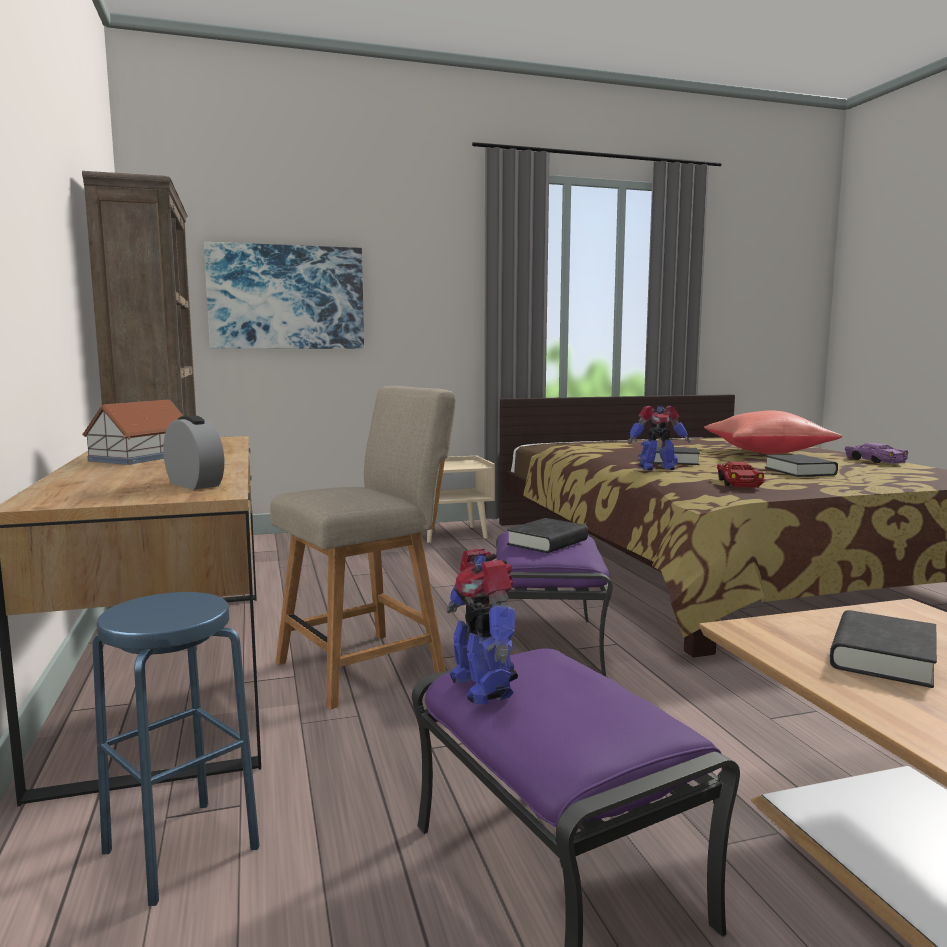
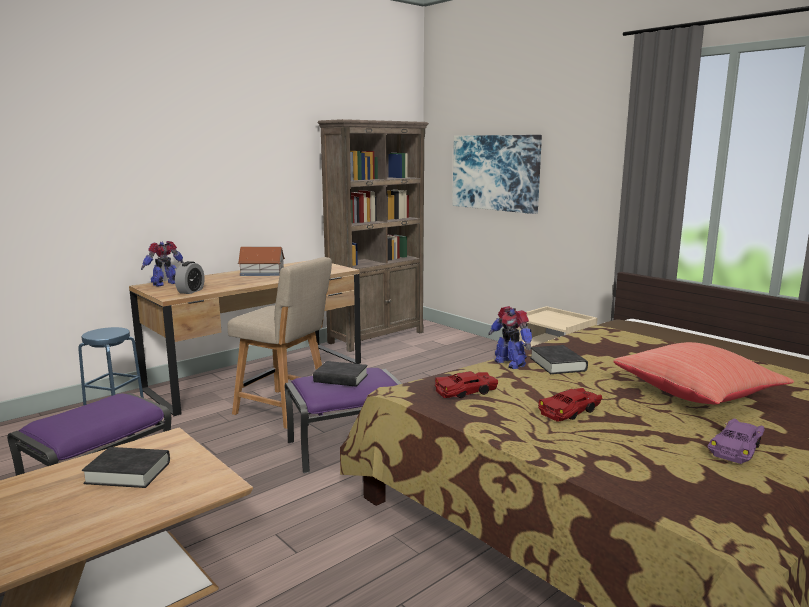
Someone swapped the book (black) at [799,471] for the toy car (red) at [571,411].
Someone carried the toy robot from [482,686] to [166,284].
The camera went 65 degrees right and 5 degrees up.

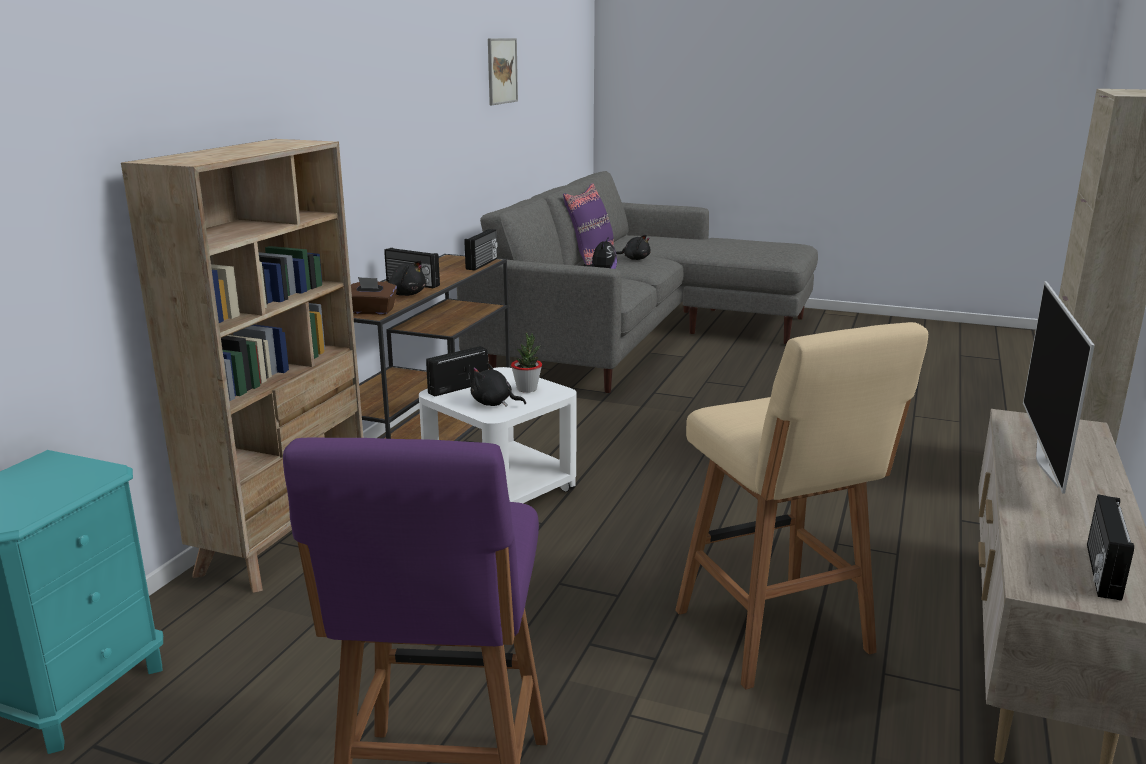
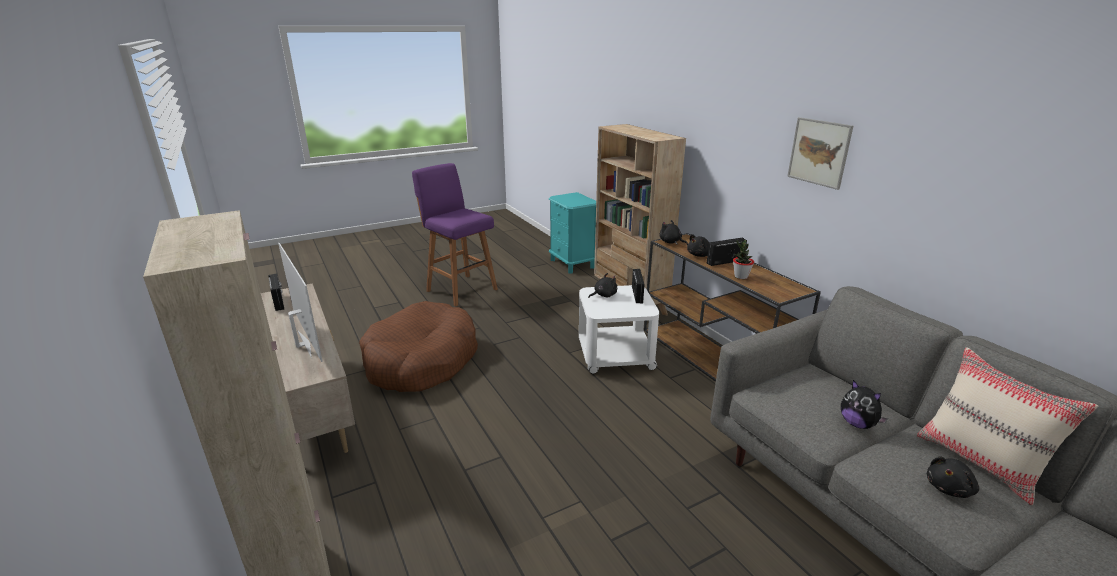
Someone carried the picture from [502,71] to [819,152].
Someone repainted the pillow (purple) at [590,258], which became the pillow (beige) at [980,462].
Someone took away the radio at [482,264].
Someone swapped the tissue box (brown) at [371,311] for the plush toy (black) at [671,242].
Someone swapped the stool (beige) at [776,635] for the dog bed (brown) at [421,361].
Someone carried the potted plant from [527,389] to [741,276].
The camera went 130 degrees right and 5 degrees up.

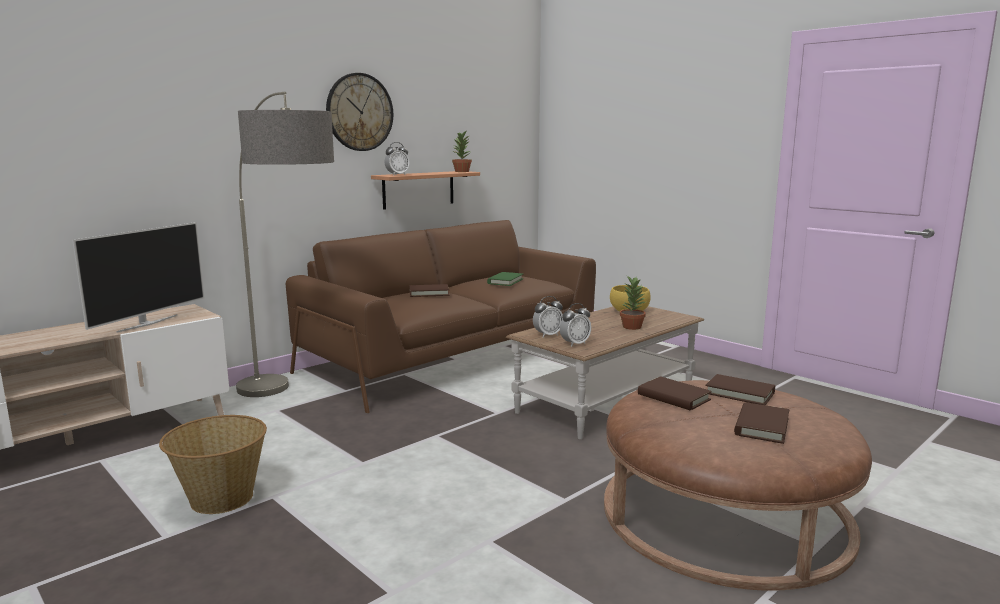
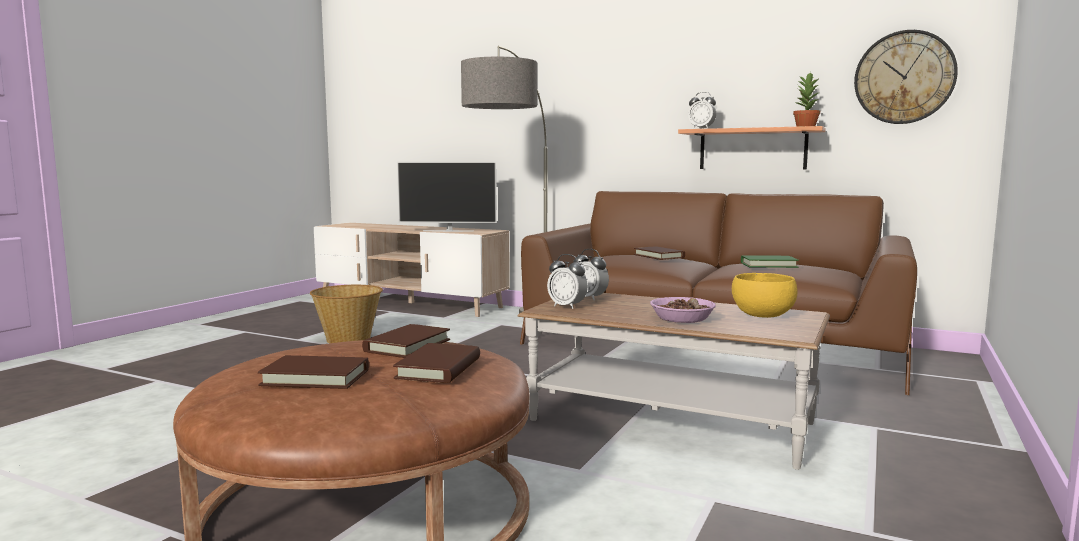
Someone carried the wall clock from [359,112] to [904,77].
Someone swapped the potted plant at [631,327] for the bowl at [682,318].
The camera went 70 degrees right and 5 degrees down.

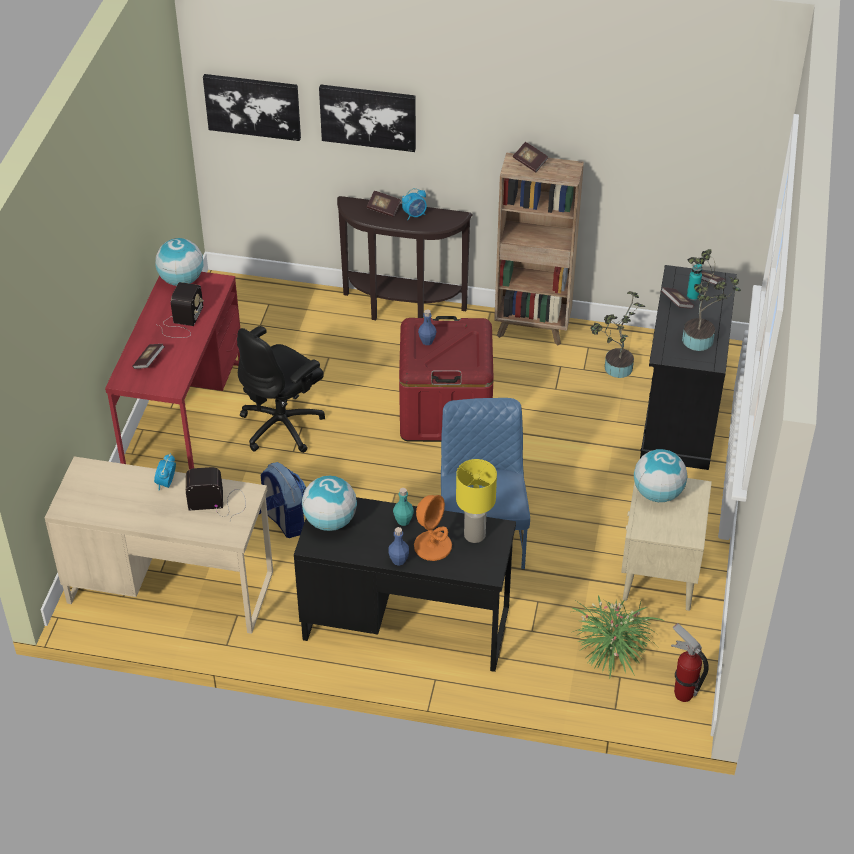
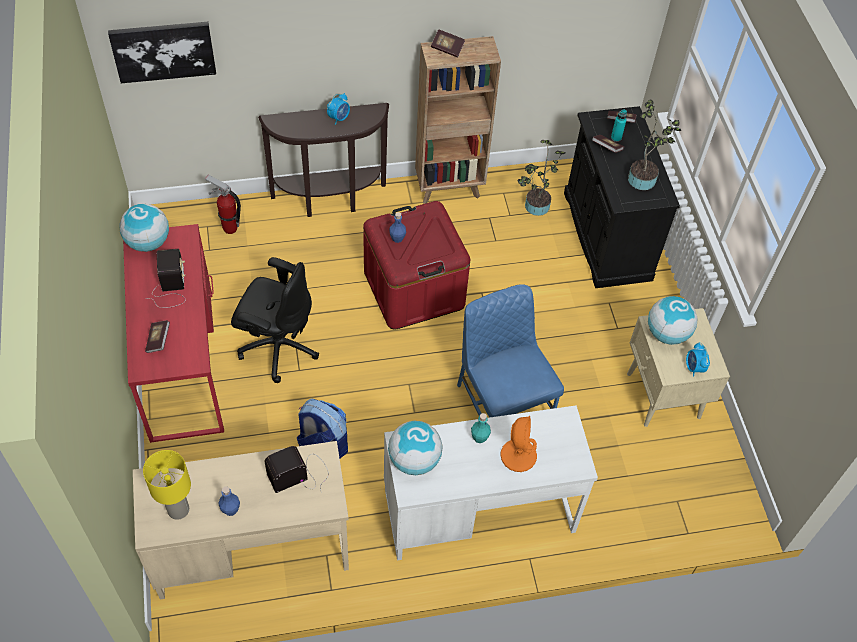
Someone took away the picture at [368,116].
Someone took away the book at [383,209].
Someone rotated the office chair (black) at [283,426] by 90 degrees counterclockwise.
Someone carried the alarm clock from [166,483] to [694,368].
Someone carried the table lamp (yellow) from [475,535] to [179,509].
Someone repainted the desk (black) at [406,622], which became the desk (white) at [478,510].
Someone carried the bottle (blue) from [398,560] to [230,510].
Someone took away the potted plant at [612,647].
Someone carried the fire extinguisher from [683,694] to [229,228].
The camera went 25 degrees left and 10 degrees up.

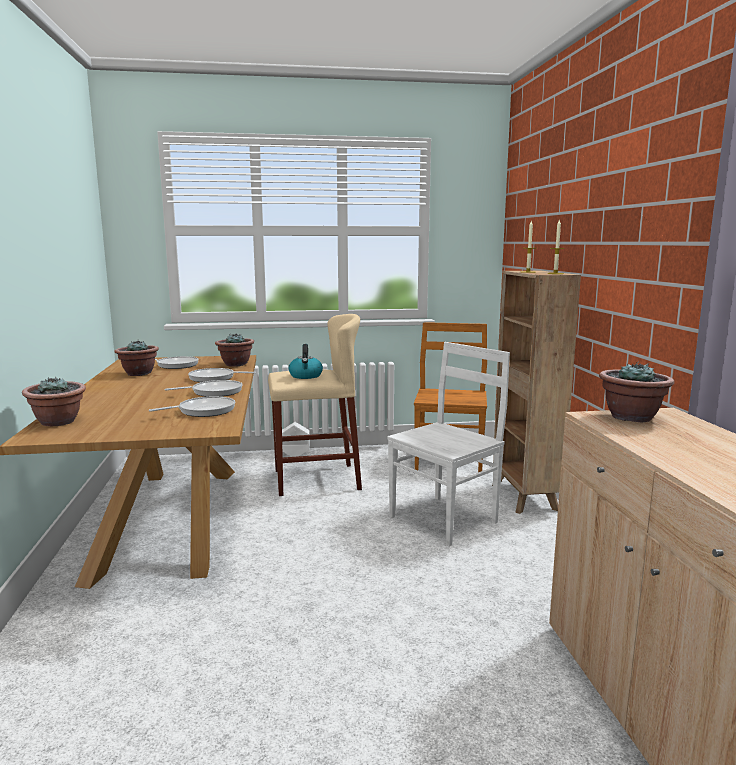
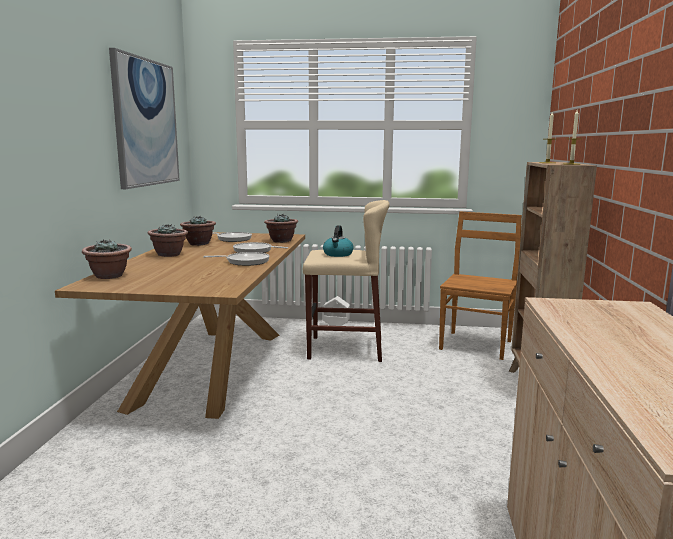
Someone took away the chair (white) at [445,519].
Someone carried the potted plant from [631,417] to [169,255].
Someone took away the frying pan at [203,411].
Someone put up the picture at [146,123].
The camera went 15 degrees right and 0 degrees up.

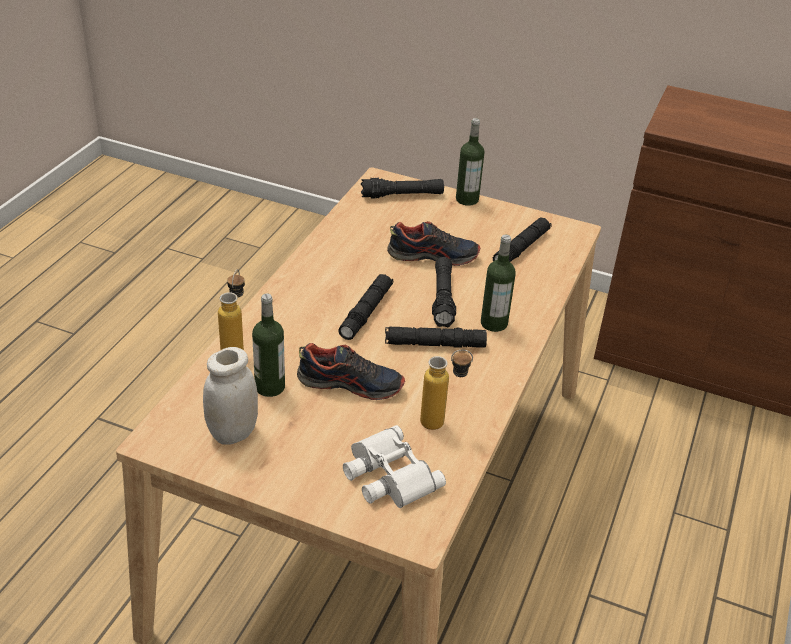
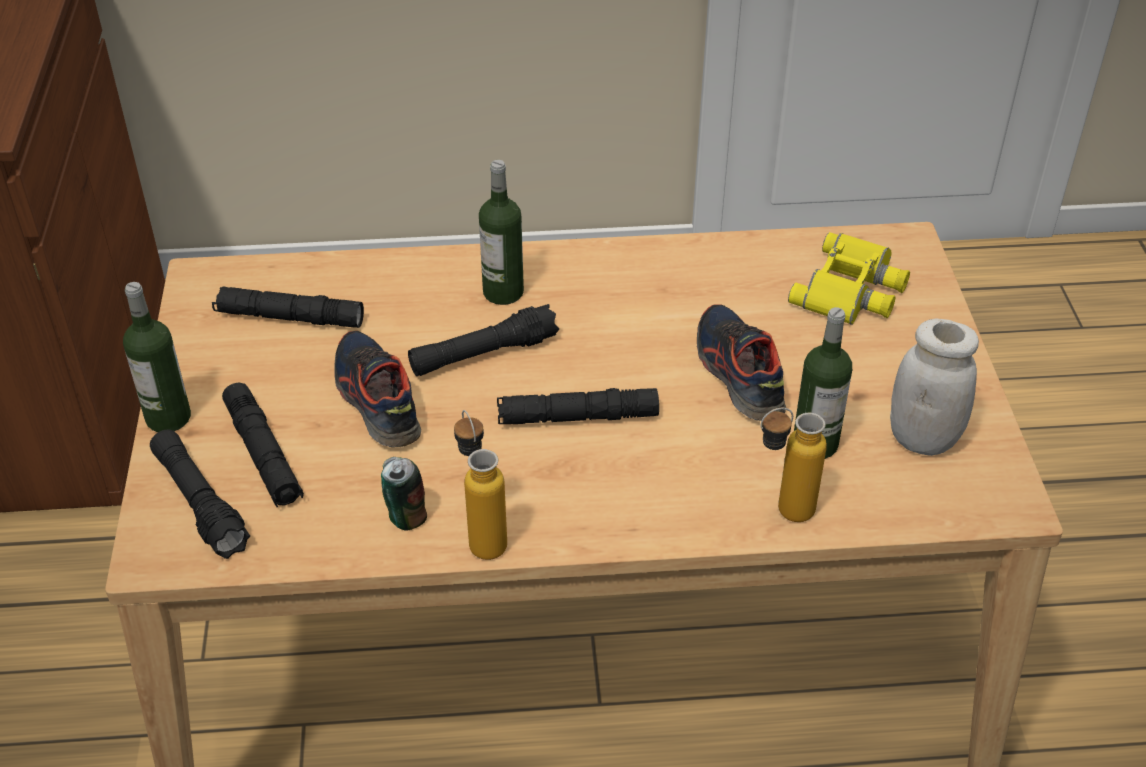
Someone carried the flashlight (black) from [434,344] to [263,454].
Someone carried the bottle from [442,423] to [482,535].
Someone repainted the binoculars (white) at [387,475], which became the binoculars (yellow) at [852,290].
Someone put down the can at [405,517].
The camera went 115 degrees left and 5 degrees up.

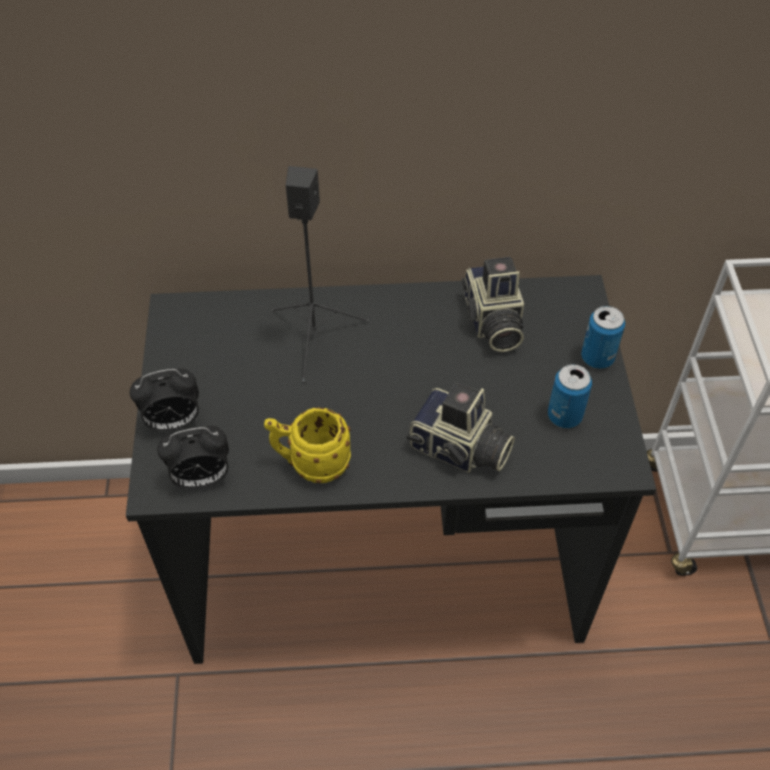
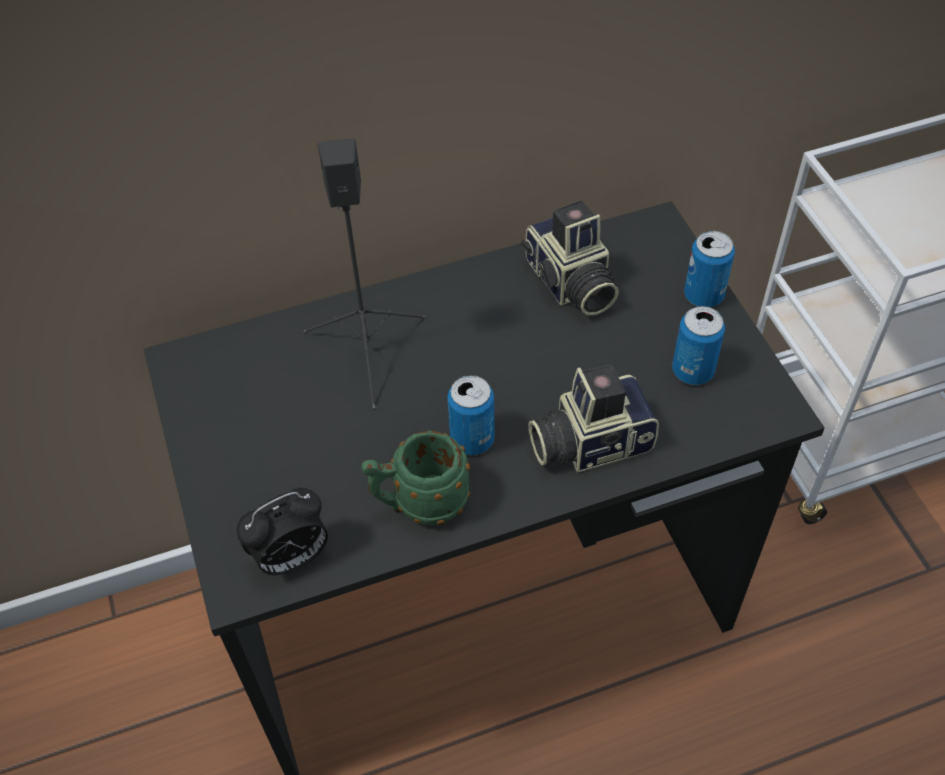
Someone took away the alarm clock at [173,422].
Someone rotated the photo camera at [459,450] by 150 degrees clockwise.
Someone repainted the mug (yellow) at [311,464], which became the mug (green) at [419,504].
Someone put down the can at [472,439].
The camera went 15 degrees left and 0 degrees up.

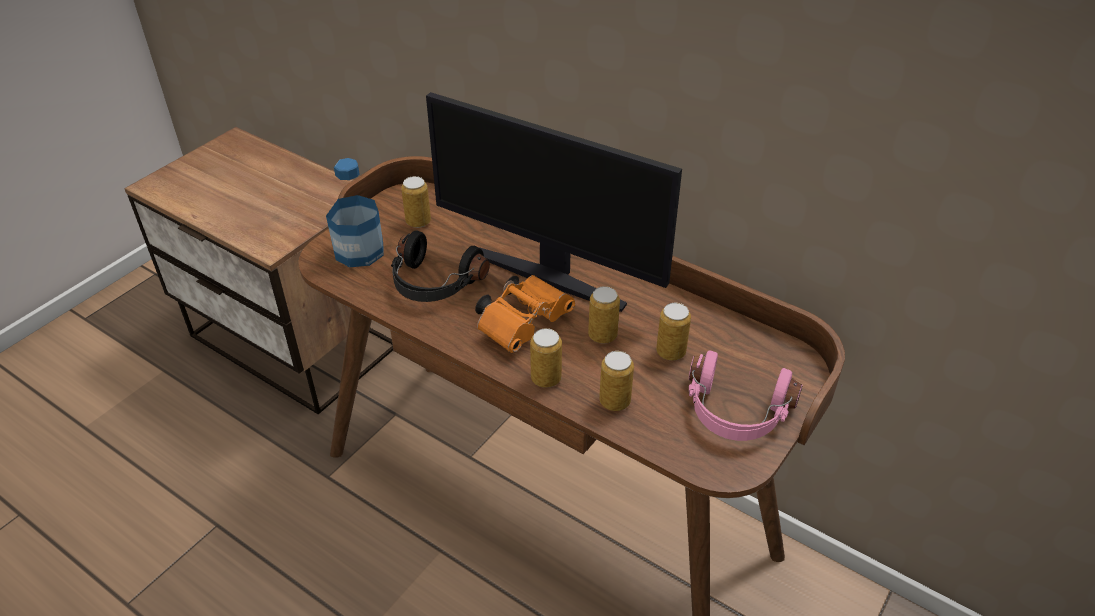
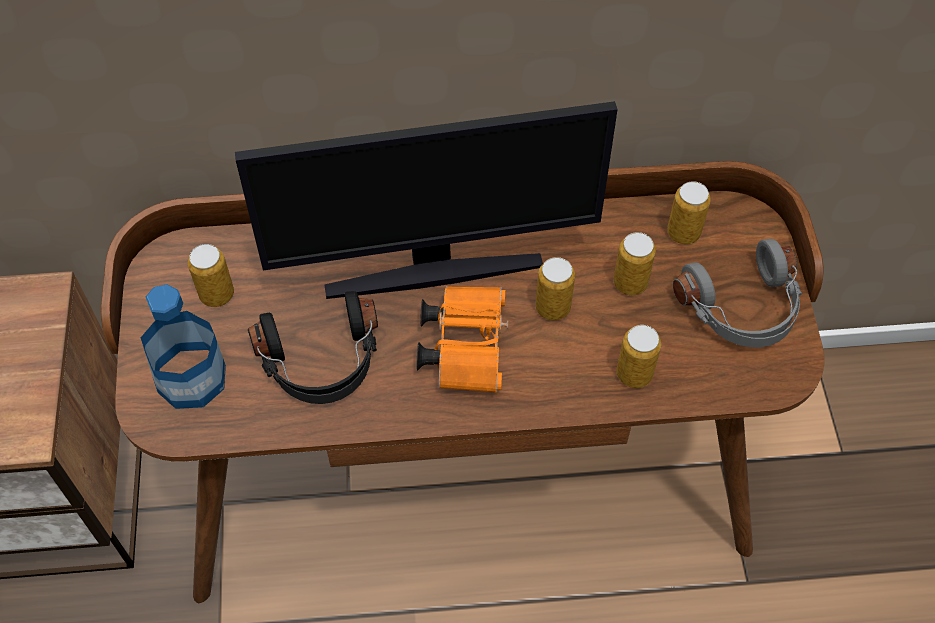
Someone carried the can from [546,378] to [683,233].
Someone repainted the headphones (pink) at [736,413], which became the headphones (grey) at [742,310].
The camera went 40 degrees left and 15 degrees up.

